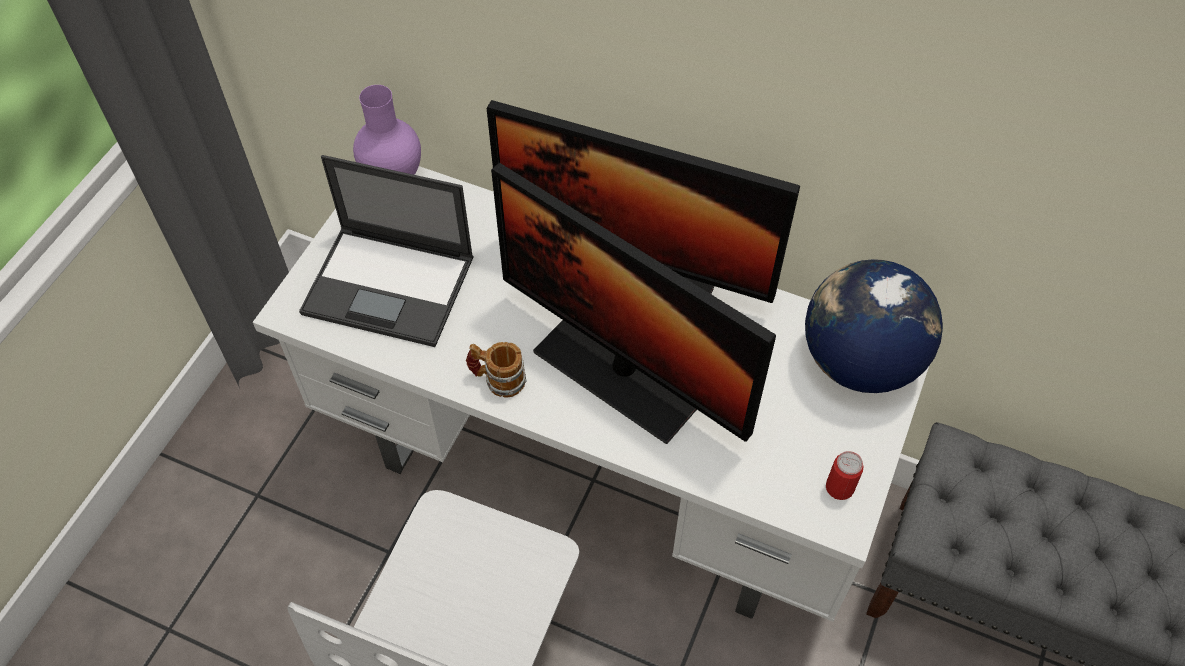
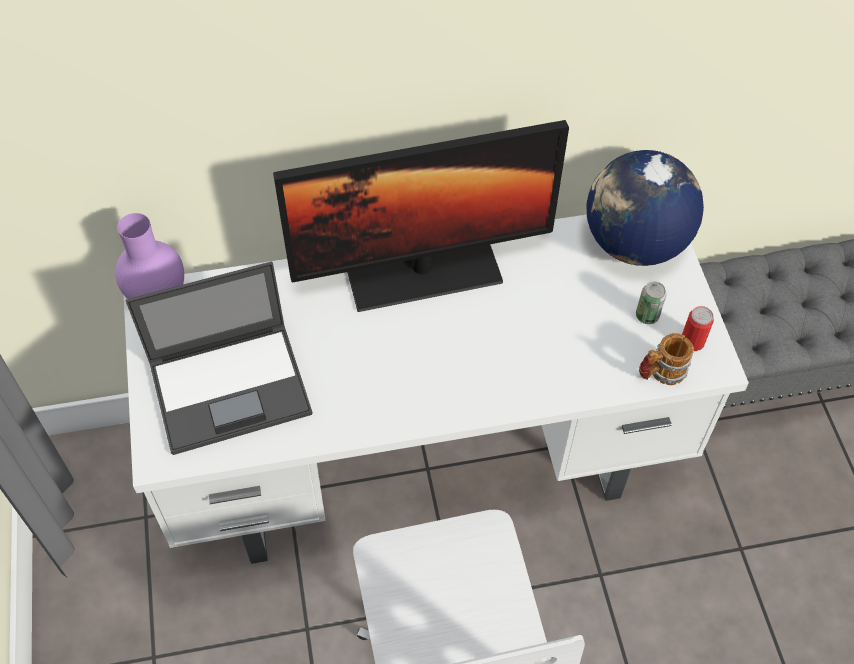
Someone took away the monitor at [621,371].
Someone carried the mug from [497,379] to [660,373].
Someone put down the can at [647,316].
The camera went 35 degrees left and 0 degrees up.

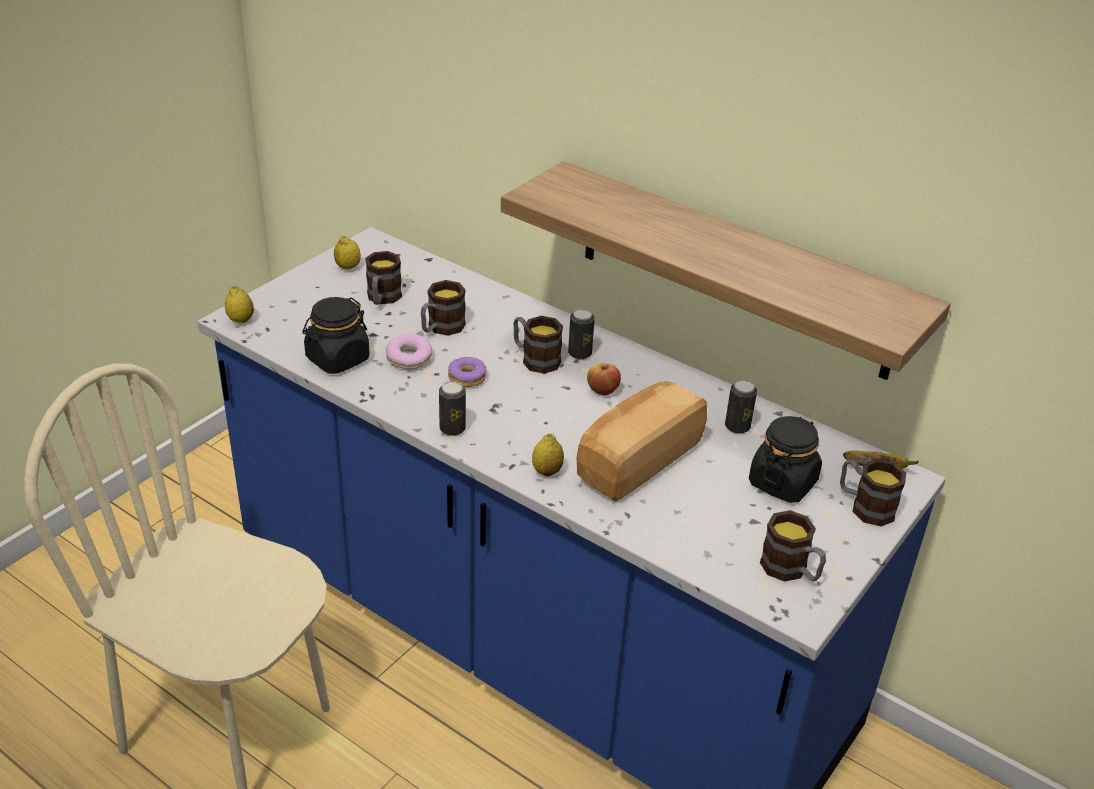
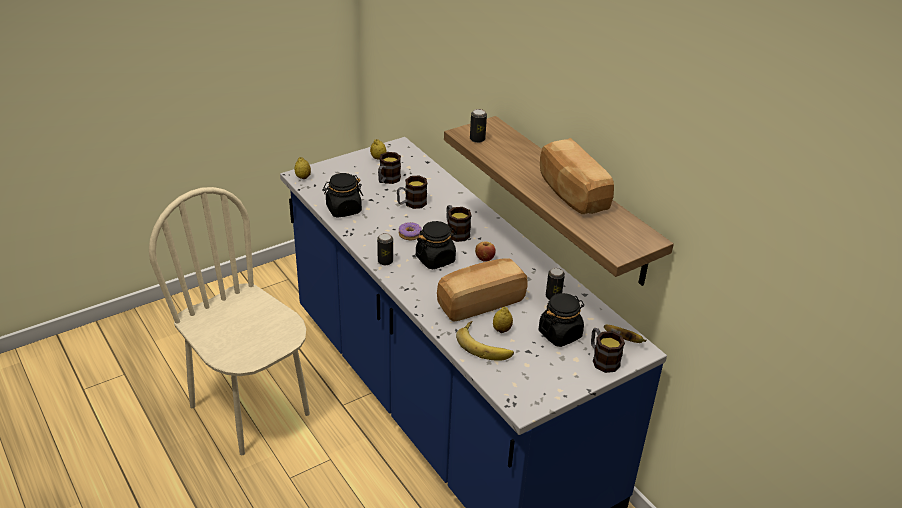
Someone carried the can from [579,353] to [477,139].
Someone took away the donut at [409,358].
Someone carried the lemon from [547,471] to [502,330].
Someone took away the mug at [791,570].
Someone put down the bread at [571,193].
Someone put down the jar (black) at [435,259].
Someone put down the banana at [485,344].
The camera went 20 degrees right and 0 degrees up.

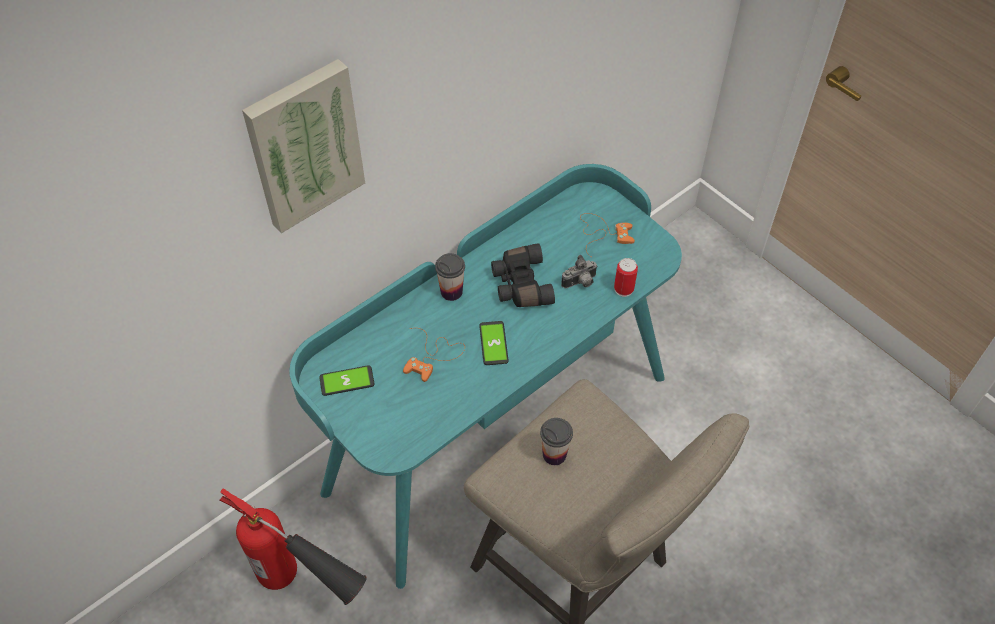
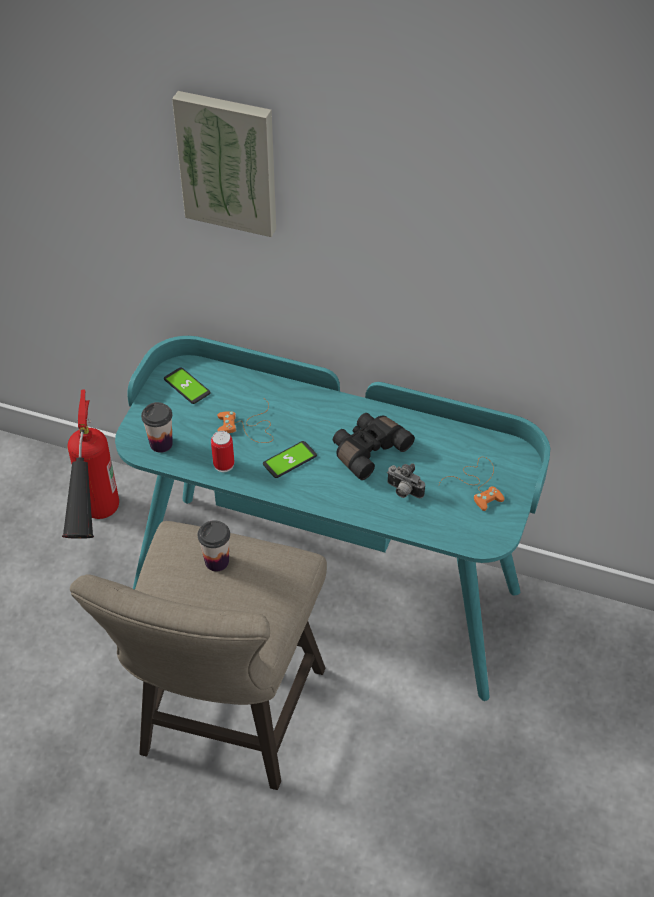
Someone carried the cup from [451,292] to [161,444].
Someone carried the can from [623,289] to [224,464].
The camera went 60 degrees right and 5 degrees down.

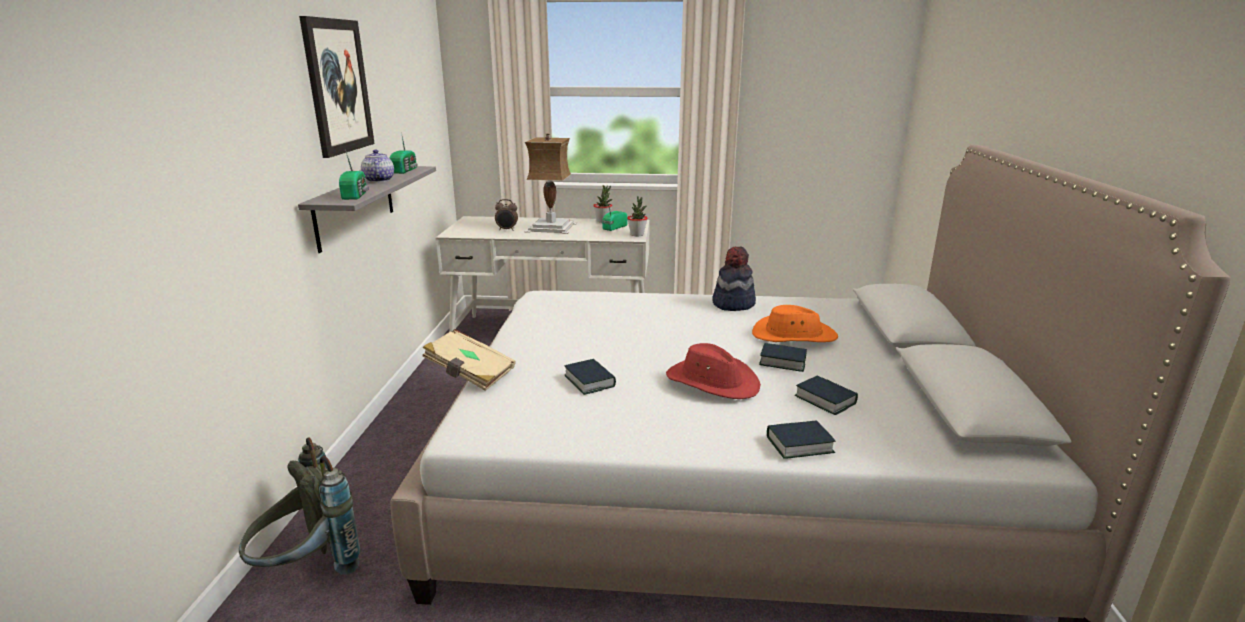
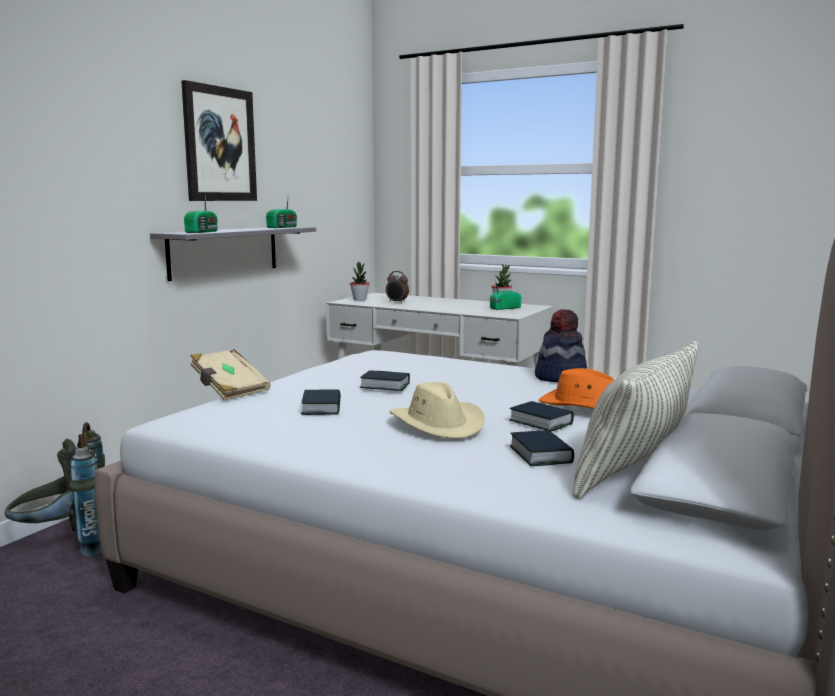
Someone took away the table lamp at [552,227].
Someone took away the teapot at [378,180].
Someone carried the potted plant from [637,234] to [359,299].
Someone repainted the hat (red) at [712,381], which became the hat (beige) at [438,424].
Someone carried the book from [799,444] to [385,386].
Someone put down the pillow at [635,467].
The camera went 25 degrees right and 10 degrees down.

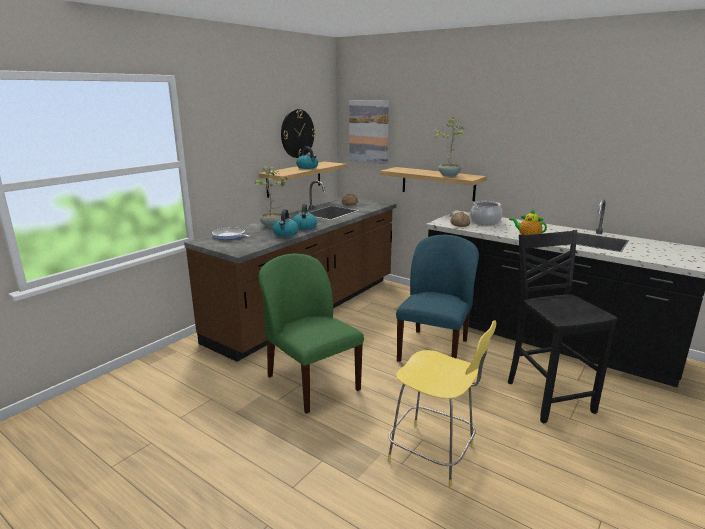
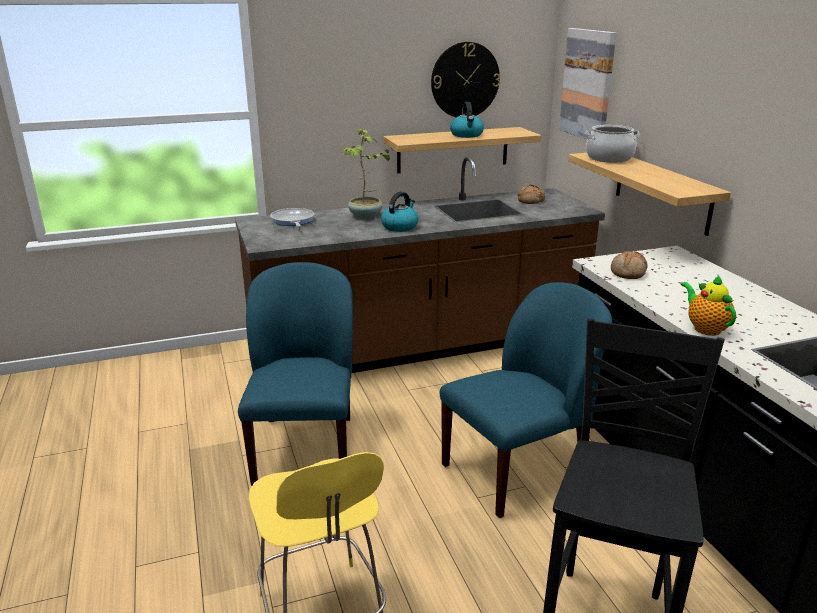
Someone took away the potted plant at [449,175].
Someone carried the cooking pot from [485,222] to [609,158].
Someone took away the kettle at [285,234].
Someone repainted the chair (green) at [311,382], which became the chair (blue) at [305,448].
The camera went 35 degrees right and 5 degrees up.

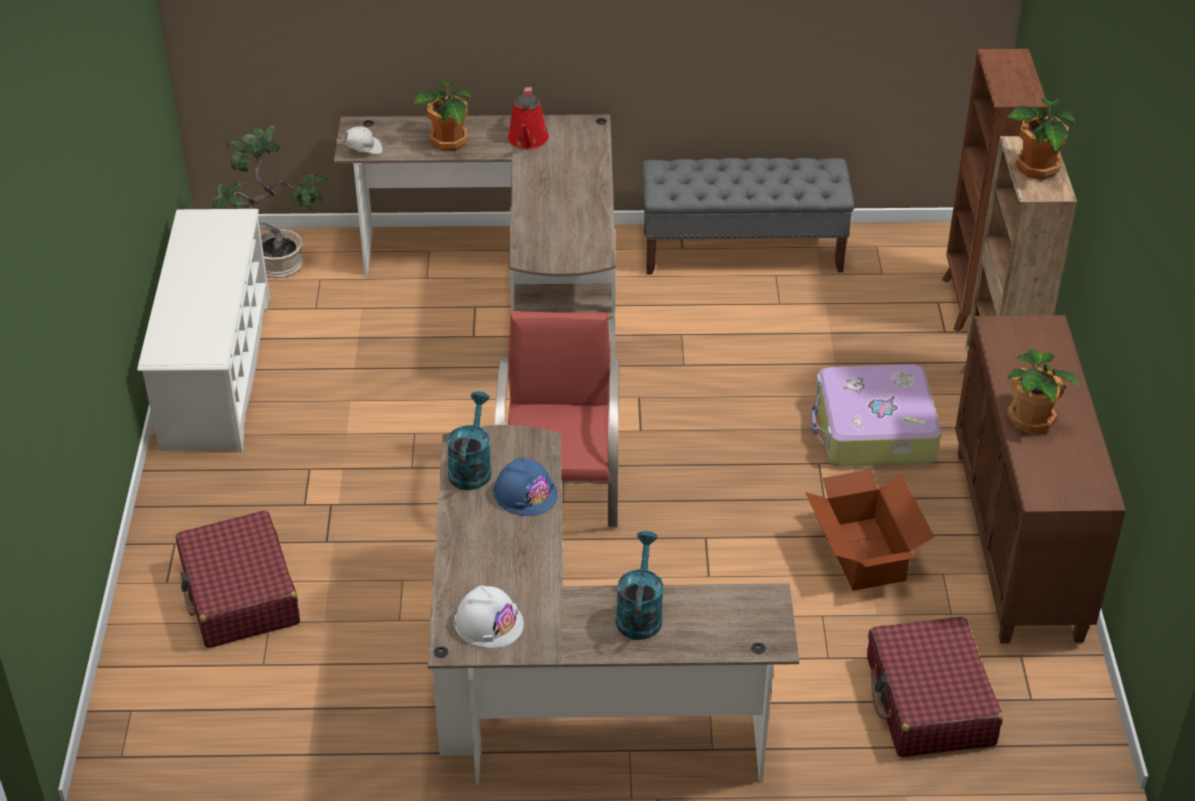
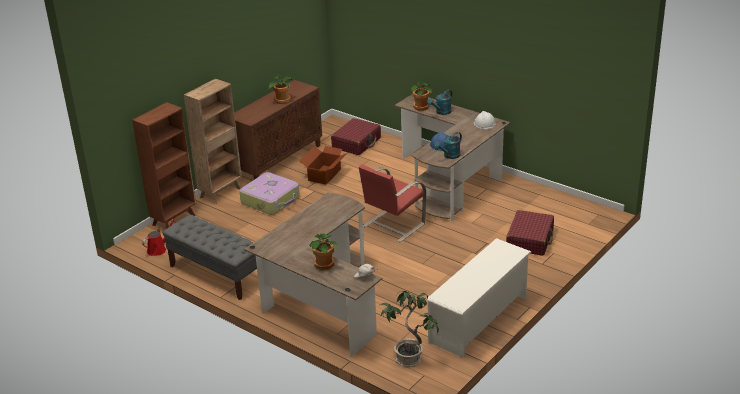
Someone carried the watering can (red) from [528,140] to [158,249].
Someone carried the potted plant from [1036,169] to [422,107].
The camera went 140 degrees left and 10 degrees down.

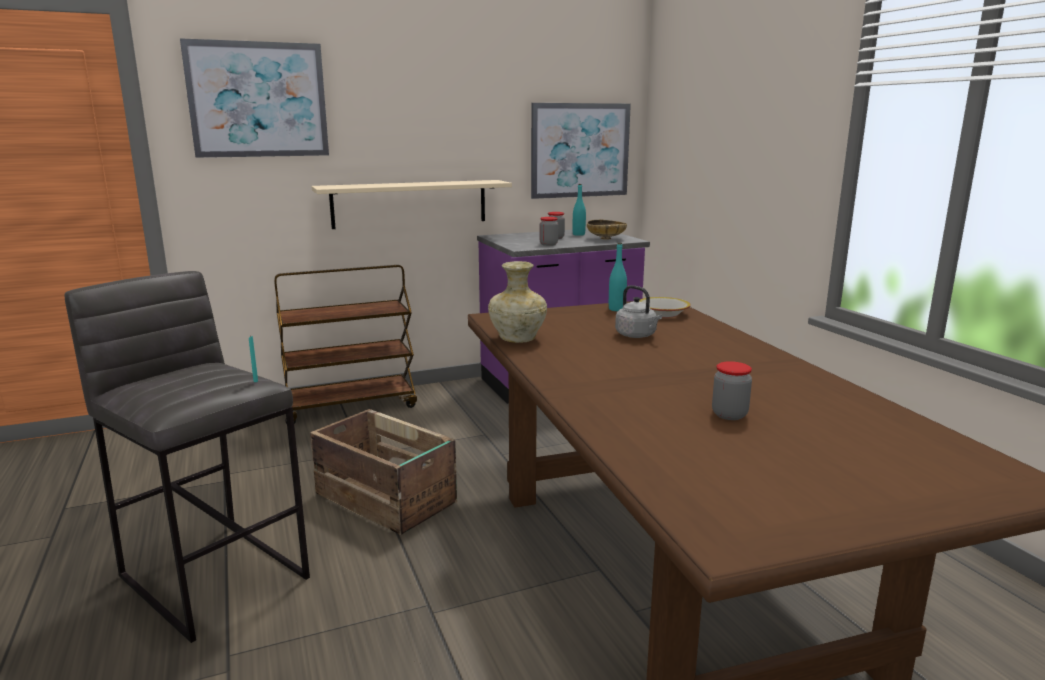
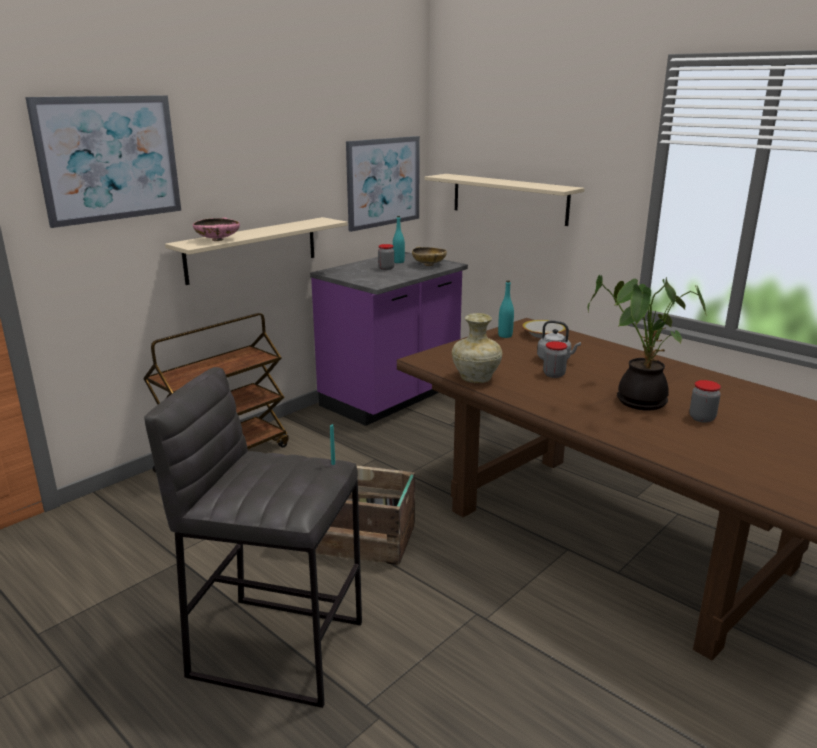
Someone carried the jar from [548,244] to [554,374].
Someone put up the shelf (beige) at [509,199].
Someone put down the bowl (pink) at [218,240].
Someone put down the potted plant at [637,400].
The camera went 25 degrees left and 5 degrees up.

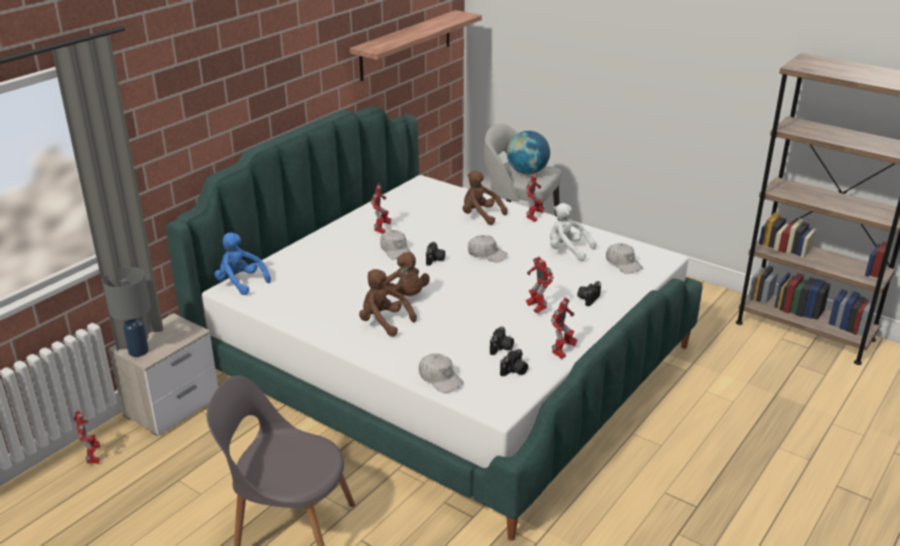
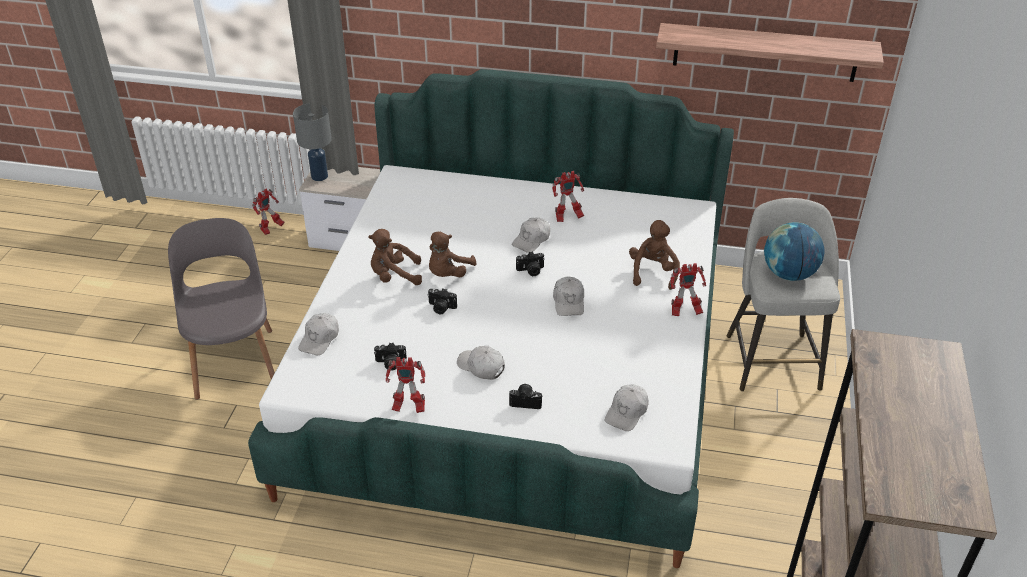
Someone took away the plush toy (white) at [567,250].
Someone took away the plush toy (blue) at [240,283].
Someone swapped the toy robot at [536,308] for the cap (white) at [481,367].
Someone rotated the plush toy (brown) at [384,322] by 105 degrees counterclockwise.
Someone carried the photo camera from [514,371] to [441,308].
The camera went 65 degrees right and 10 degrees up.

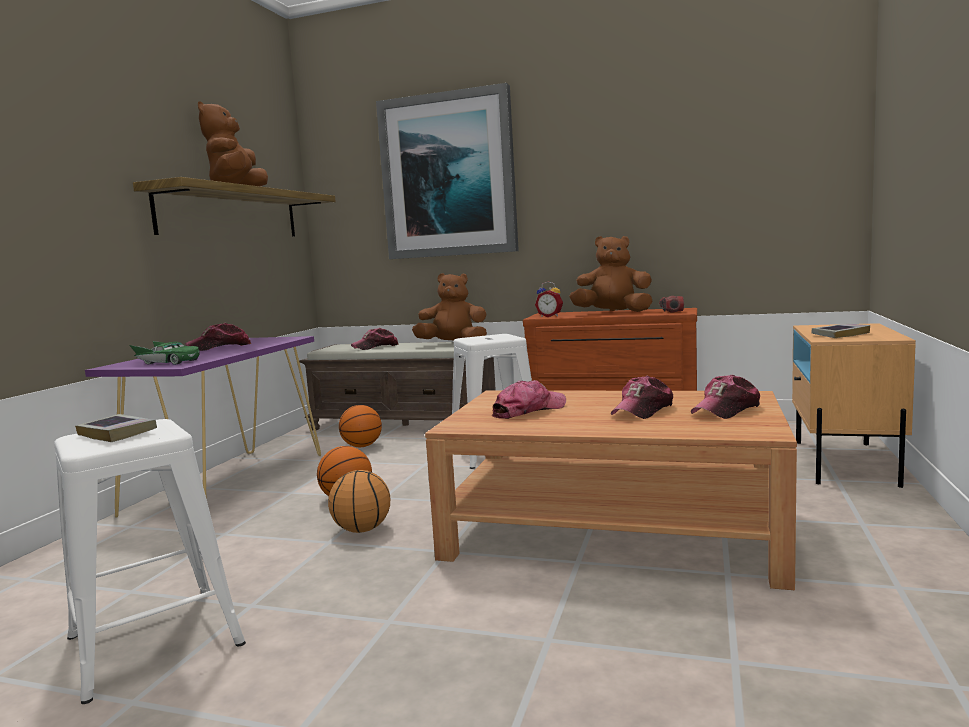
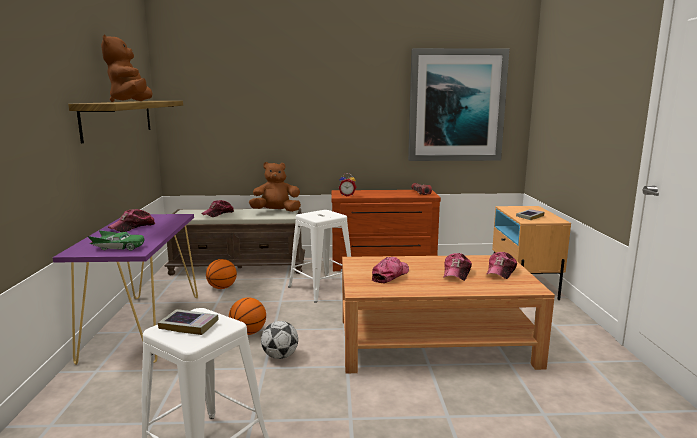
Someone carried the picture from [449,176] to [456,105].
Someone took away the plush toy (brown) at [613,313].
Someone swapped the basketball at [362,530] for the football at [280,356].
The camera went 20 degrees left and 5 degrees up.

